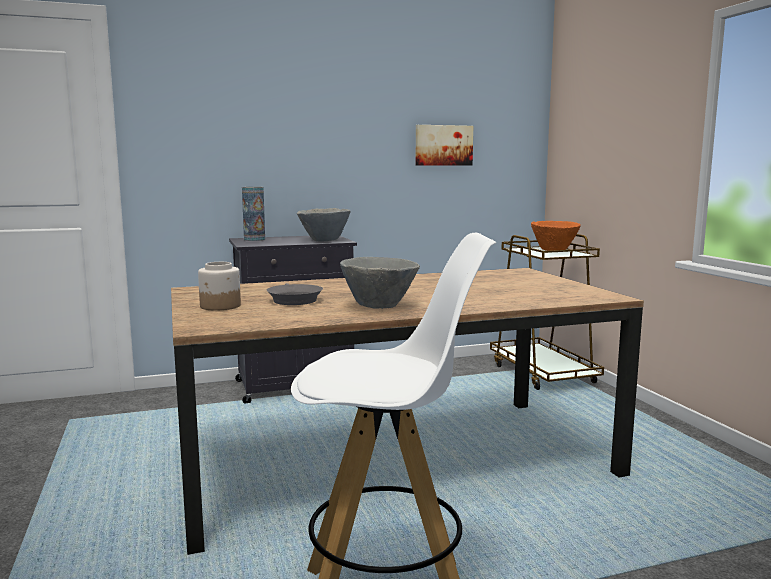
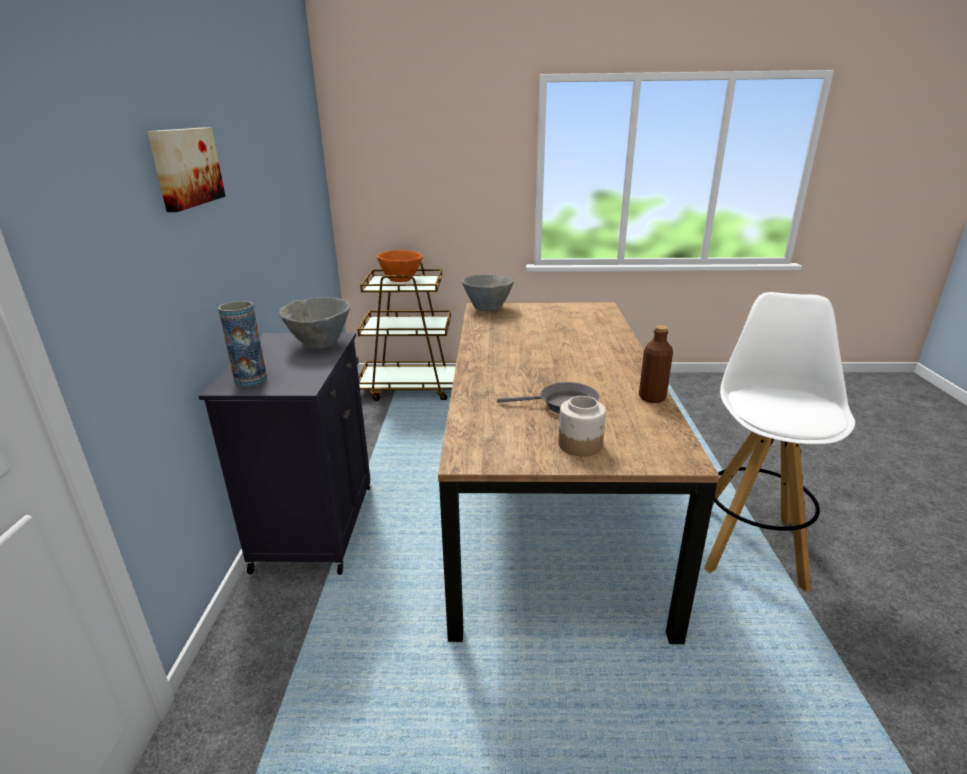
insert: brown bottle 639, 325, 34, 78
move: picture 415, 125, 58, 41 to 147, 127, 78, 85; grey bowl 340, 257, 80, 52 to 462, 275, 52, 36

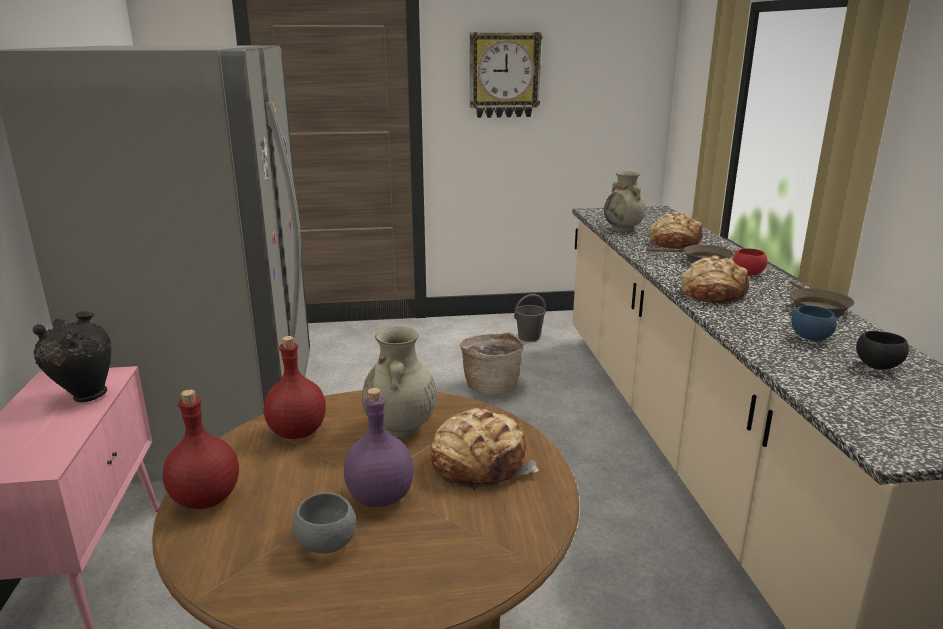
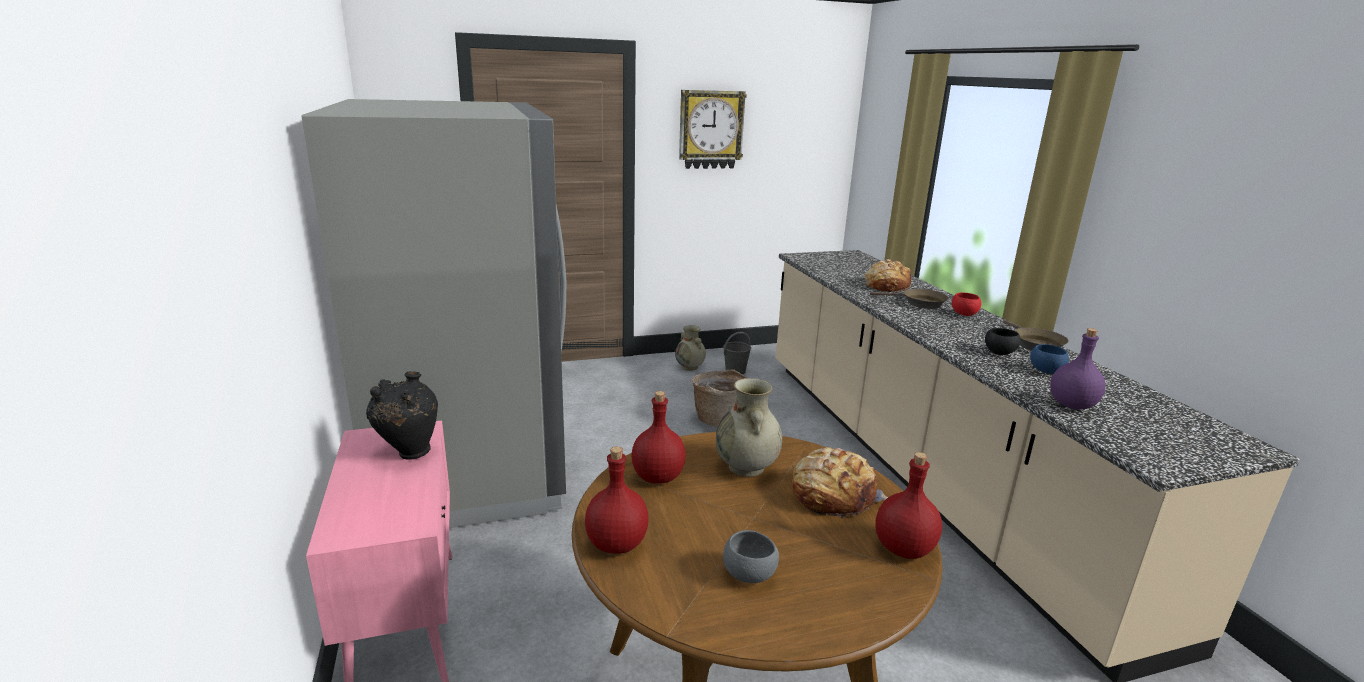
delete: bread 681, 255, 71, 48
insert: red bottle 875, 452, 67, 107
move: beige vase 604, 171, 42, 61 to 675, 325, 31, 46; black bowl 856, 331, 53, 39 to 985, 328, 36, 27; purple bottle 344, 388, 70, 119 to 1050, 328, 56, 82

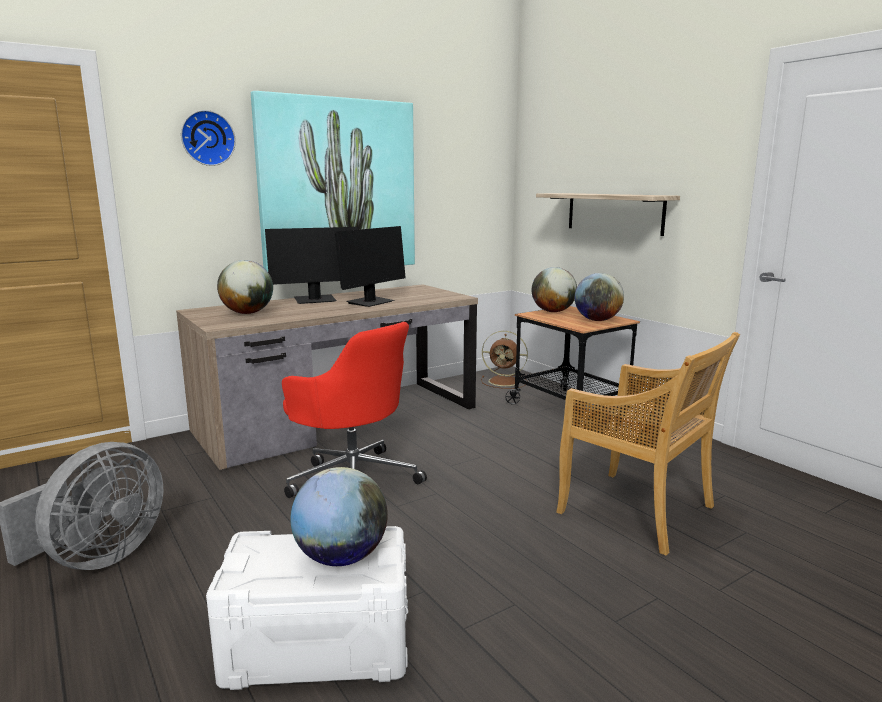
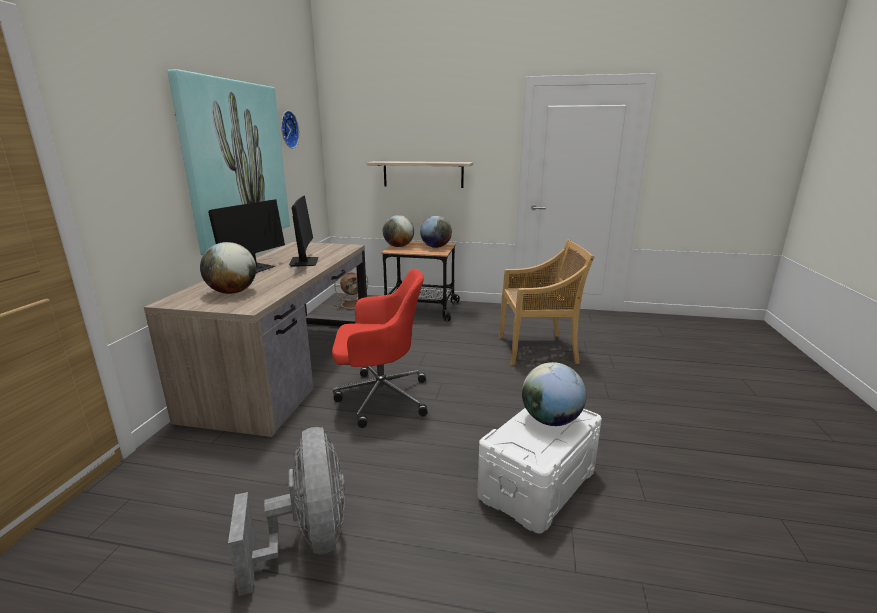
move: wall clock 181, 110, 55, 56 to 281, 111, 18, 38

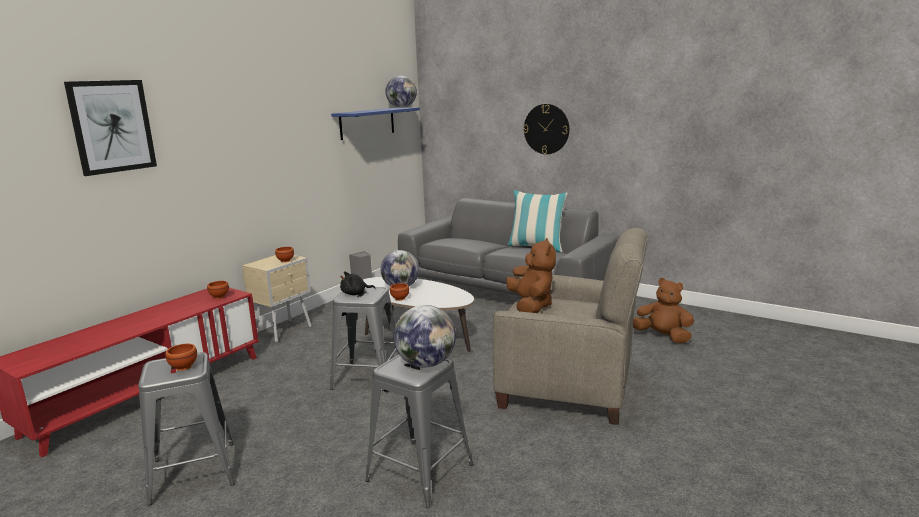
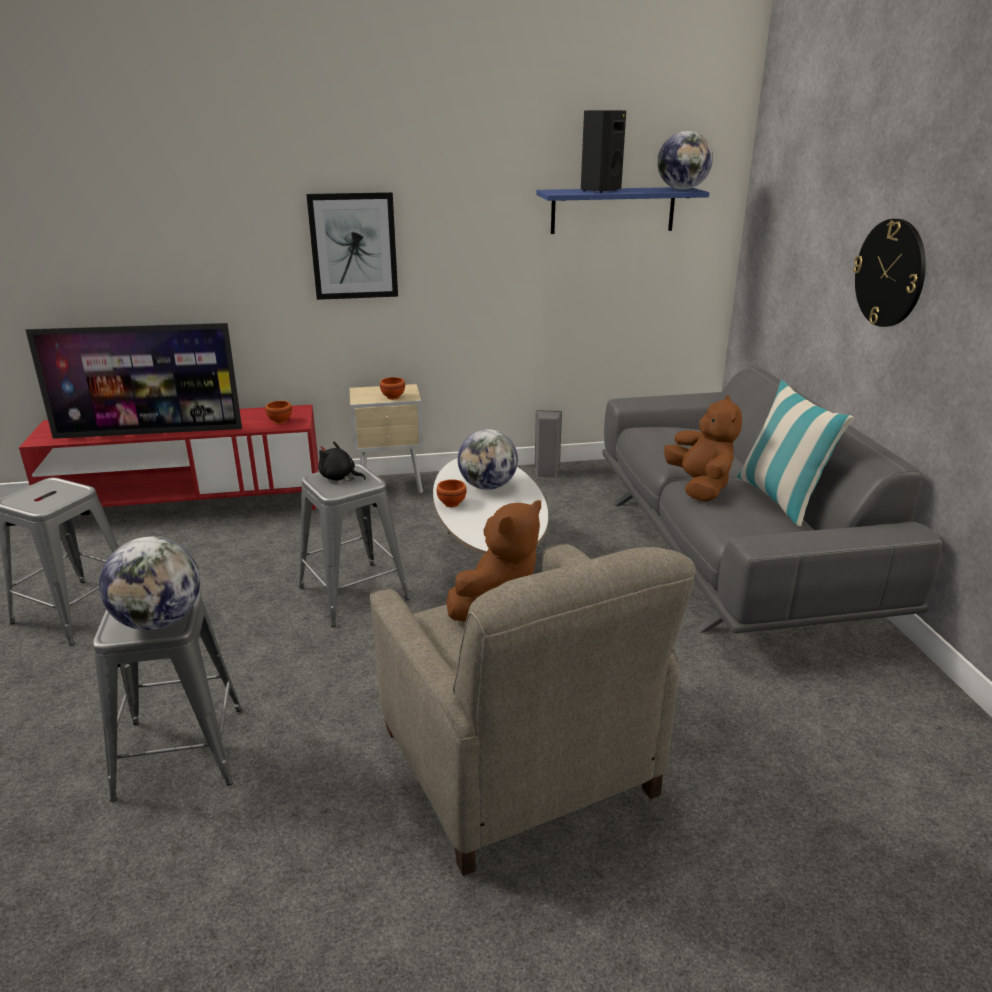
delete: brown bowl 165, 344, 32, 27
insert: television 26, 323, 216, 116; black speaker 581, 110, 45, 83
move: picture 64, 80, 93, 96 to 307, 192, 91, 108; brown plush toy 633, 278, 61, 65 to 664, 395, 78, 107

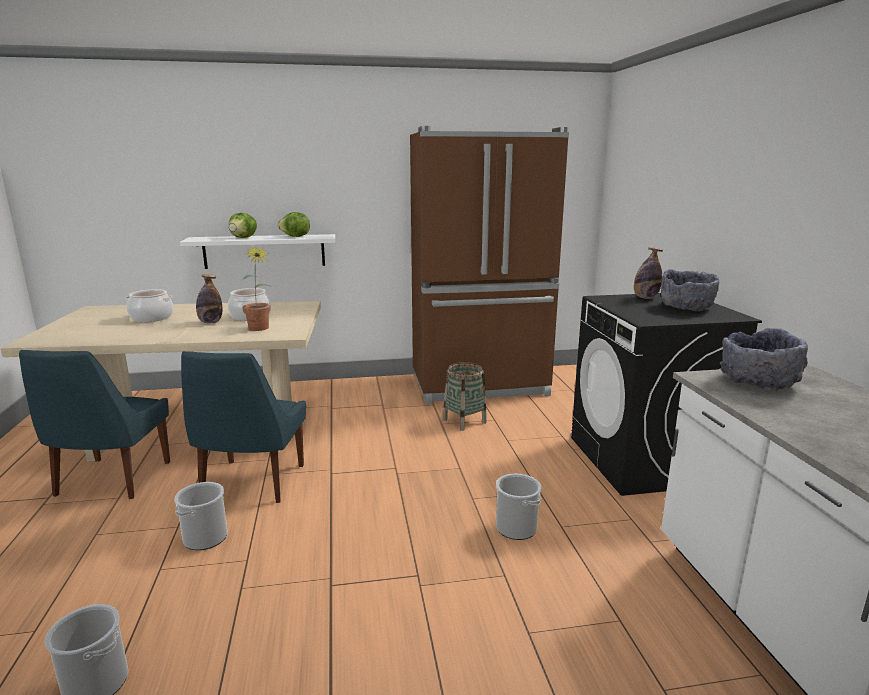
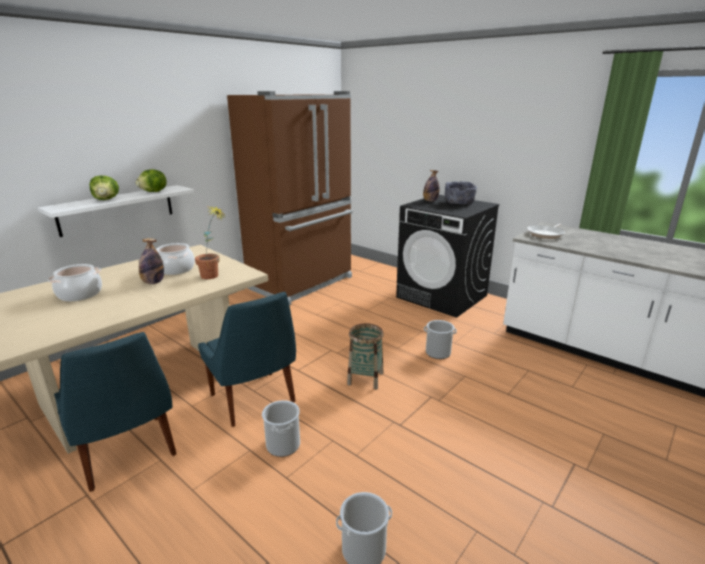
move: basket 443, 362, 44, 69 to 347, 323, 37, 67
replace: grey bowl 720, 328, 88, 63 to frying pan 527, 224, 38, 15

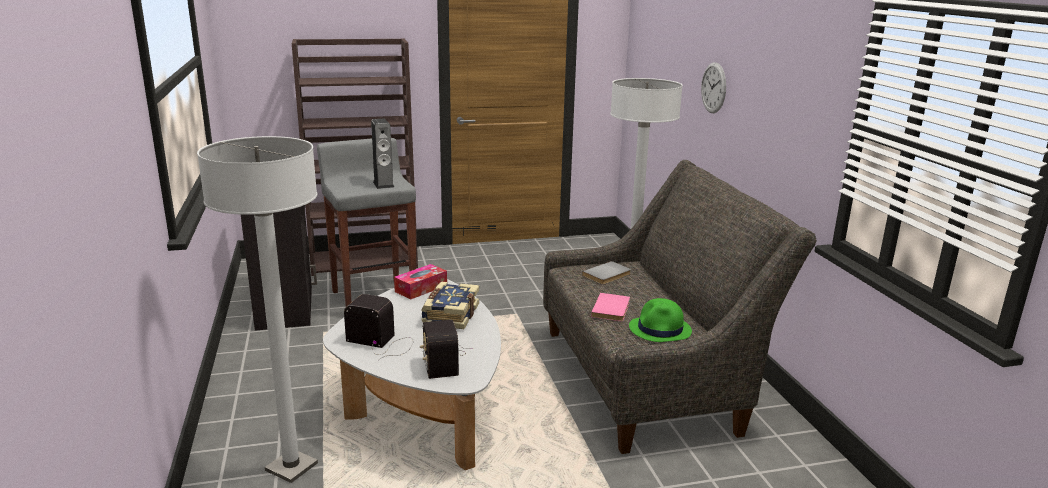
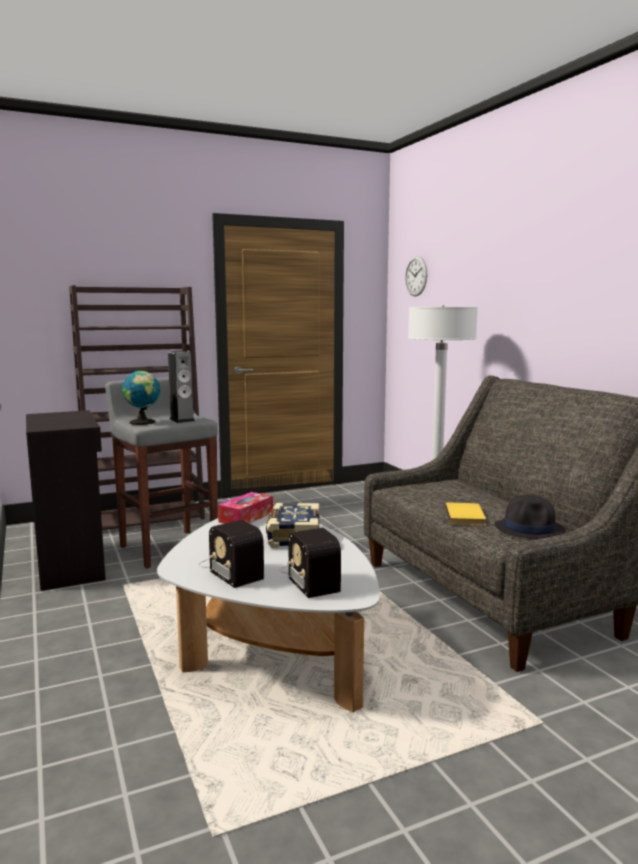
delete: white floor lamp 197, 136, 121, 347; grey book 582, 261, 49, 24
insert: globe 122, 370, 38, 55
move: wall clock 701, 62, 25, 51 to 405, 256, 22, 41
recolor: pink book 591, 293, 39, 28 to yellow book 445, 502, 41, 23; green hat 629, 298, 63, 44 to black hat 495, 495, 70, 44
rotate: radio 344, 294, 69, 66 = 198, 520, 66, 68 135 degrees counterclockwise

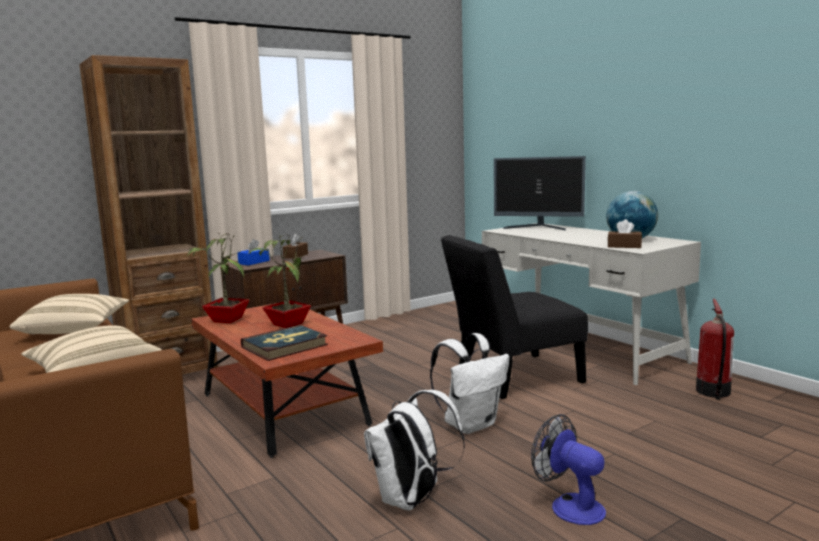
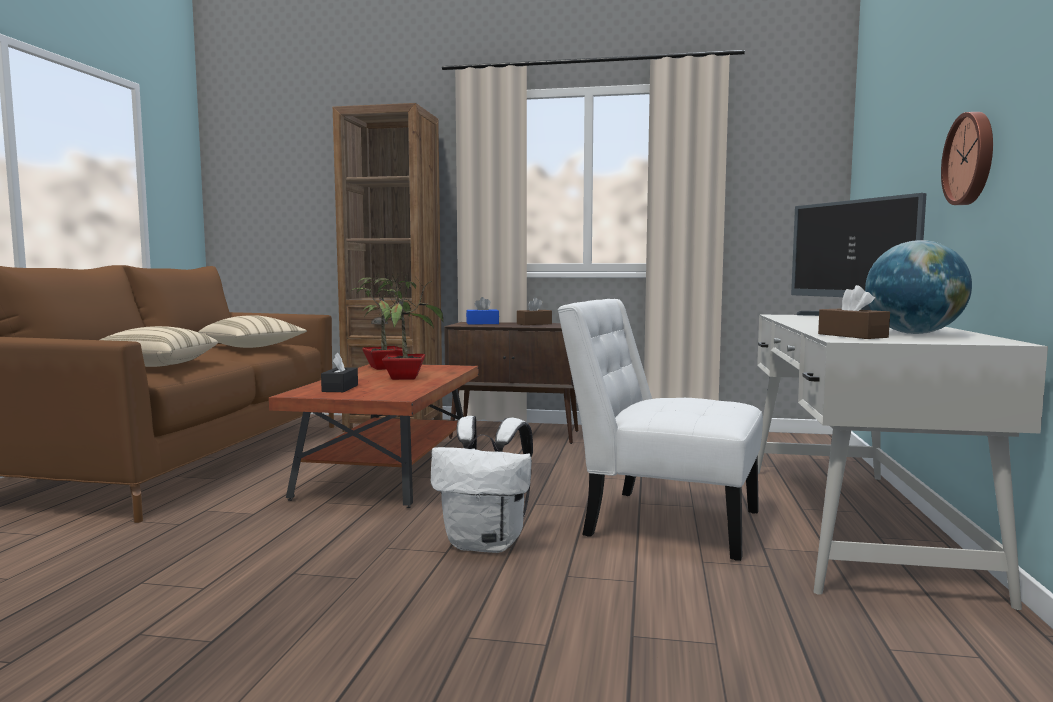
delete: white backpack 364, 390, 101, 121; fan 531, 414, 75, 111; fire extinguisher 696, 299, 38, 101
insert: wall clock 941, 112, 52, 93
replace: book 241, 325, 87, 36 to black tissue box 321, 353, 37, 39
recolor: black chair 441, 235, 147, 164 to white chair 558, 299, 205, 262

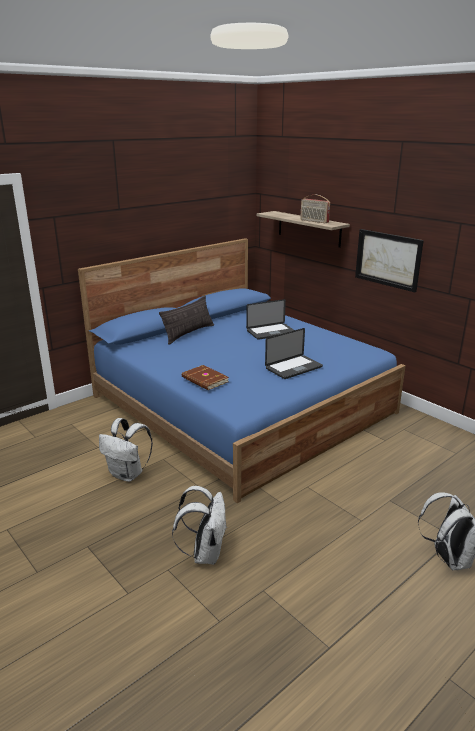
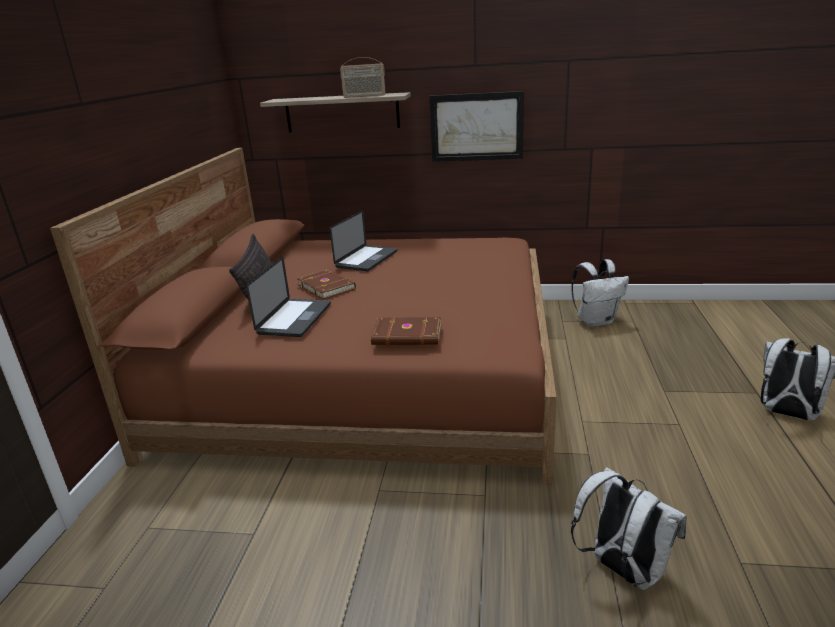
insert: brown book 297, 270, 59, 29
move: laptop 265, 328, 58, 51 to 246, 257, 85, 80; white backpack 99, 418, 54, 64 to 571, 259, 58, 68
recolor: blue bed 78, 238, 327, 265 to brown bed 50, 148, 507, 337

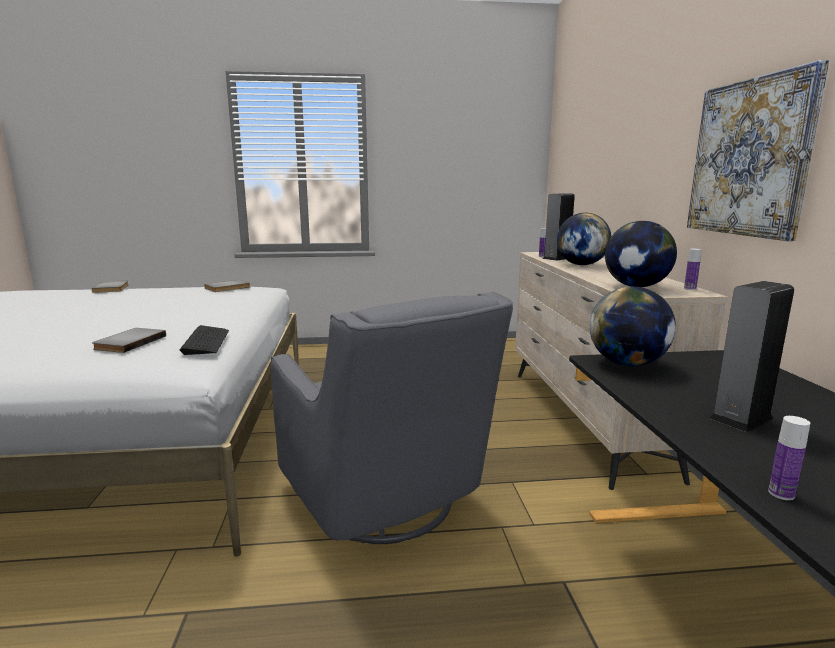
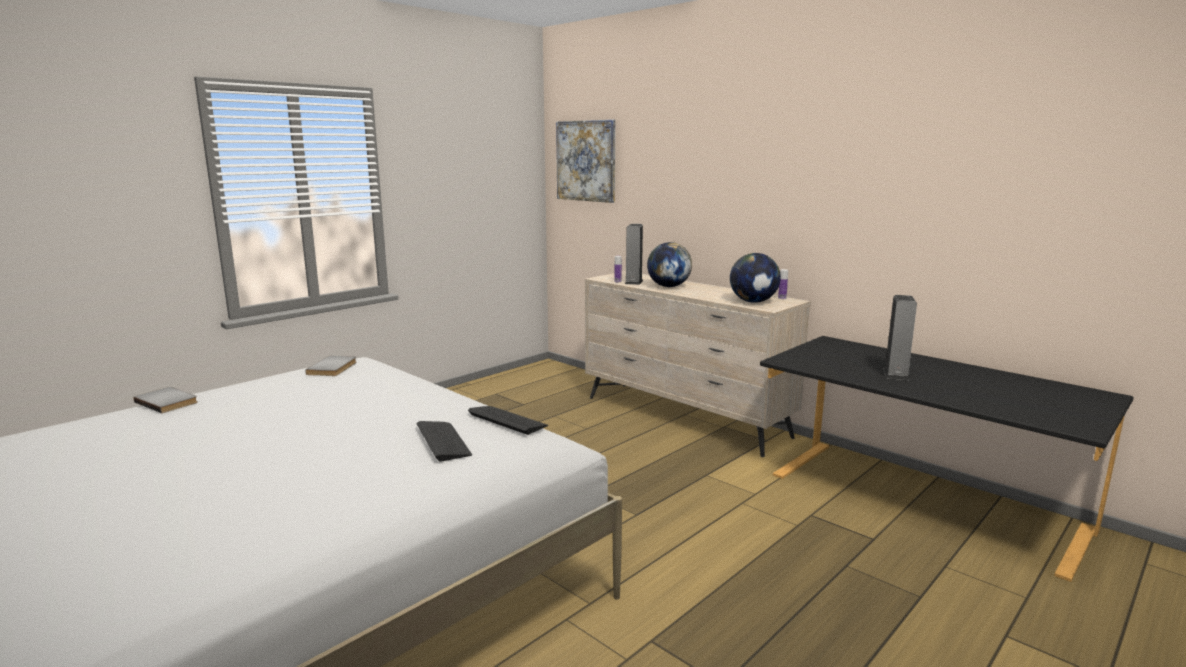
delete: grey armchair 271, 292, 242, 252; globe 589, 287, 87, 79; bottle 768, 416, 42, 85
move: picture 687, 60, 142, 181 to 556, 120, 59, 83
replace: grey book 92, 328, 74, 25 to keyboard 417, 421, 55, 41

